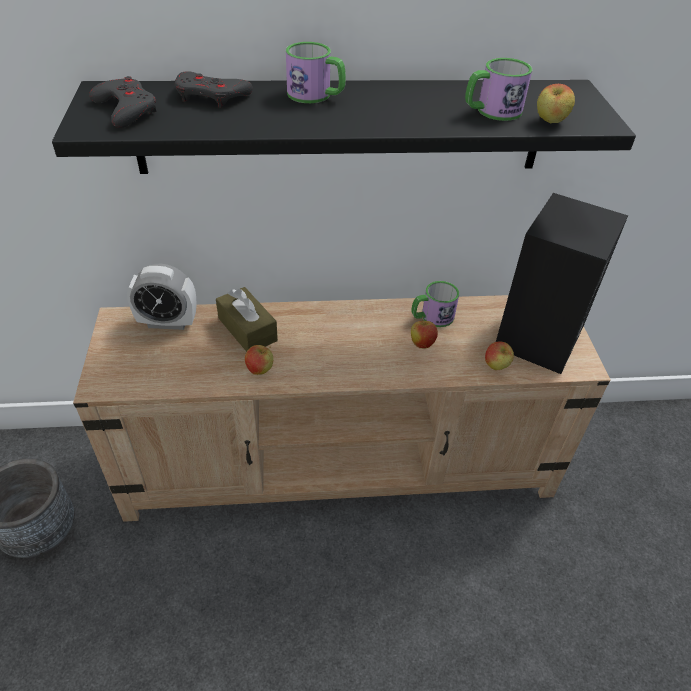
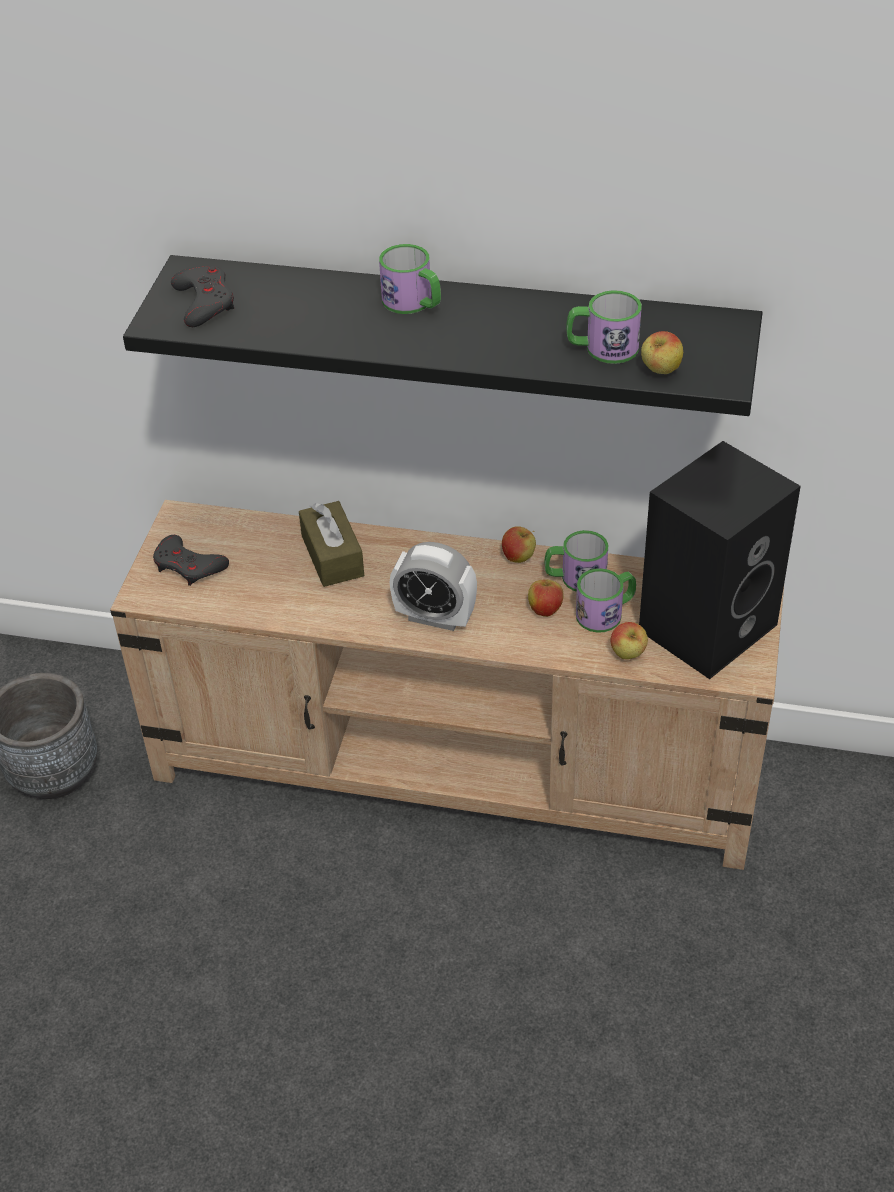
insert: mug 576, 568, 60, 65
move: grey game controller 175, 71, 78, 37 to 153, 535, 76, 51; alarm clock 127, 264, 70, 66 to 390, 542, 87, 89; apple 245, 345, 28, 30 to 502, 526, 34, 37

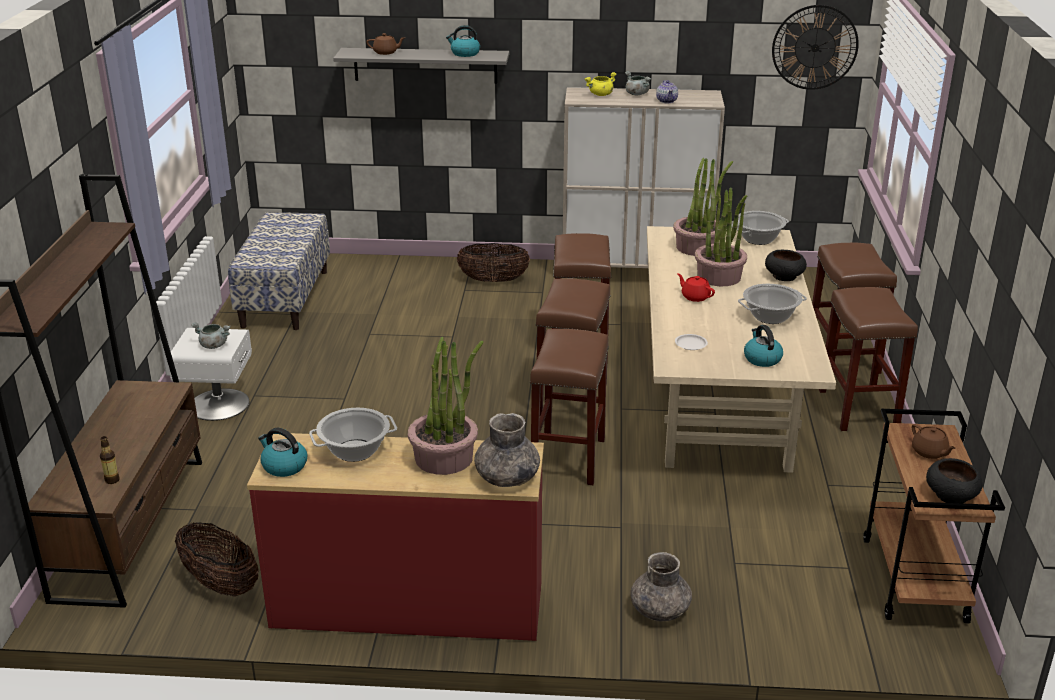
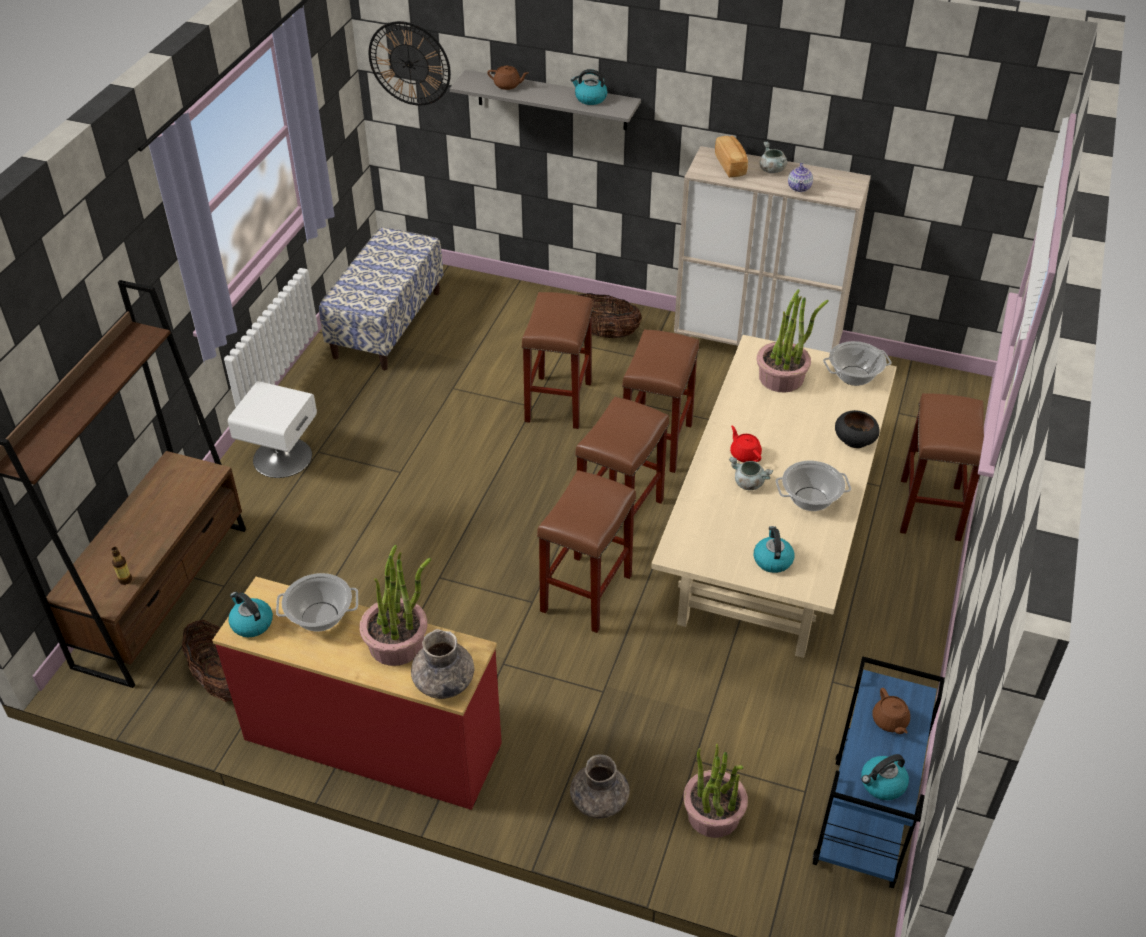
delete: white plate 675, 334, 33, 16
move: wall clock 772, 5, 87, 85 to 369, 21, 82, 85; brown stool 819, 287, 99, 144 to 521, 292, 72, 137; potted plant 695, 188, 52, 98 to 683, 744, 65, 94; grey cooking pot 191, 322, 40, 27 to 729, 457, 44, 33
replace: yellow cooking pot 585, 72, 31, 24 to bread 715, 136, 33, 42; black bowl 926, 458, 57, 46 to kettle 861, 754, 48, 46
recolor: brown cart 863, 409, 142, 214 to blue cart 813, 656, 132, 232

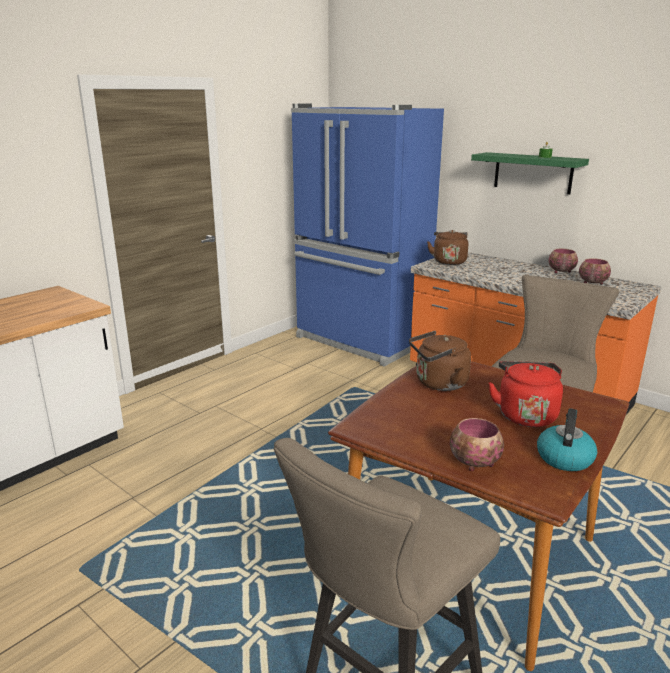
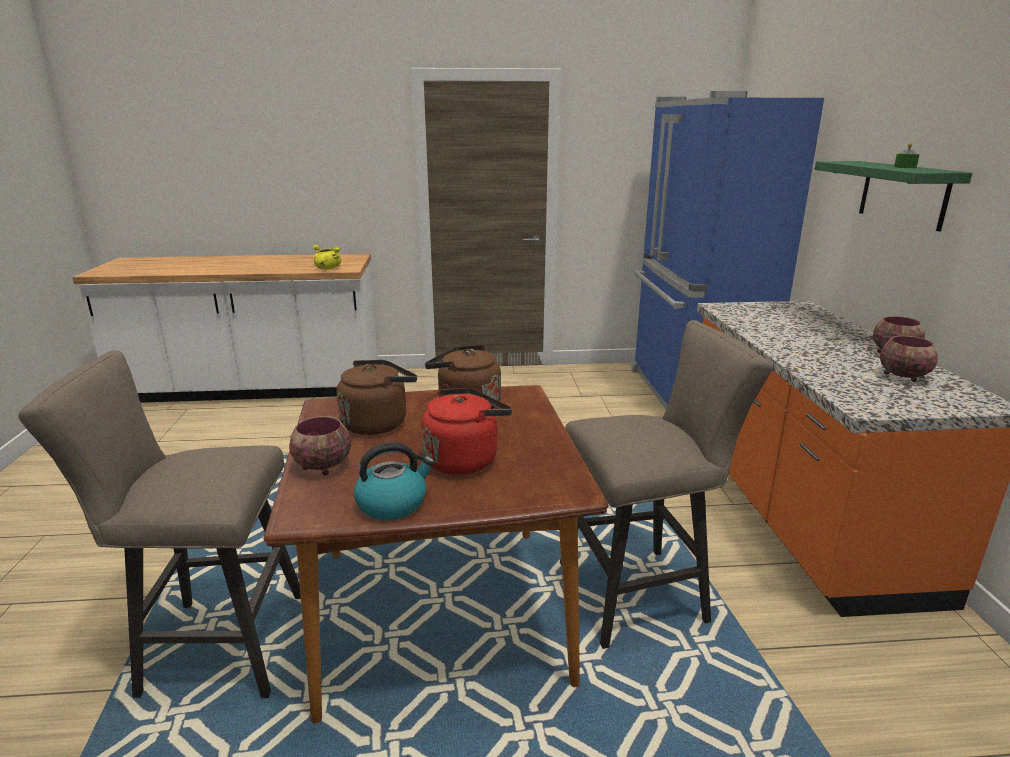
insert: yellow cooking pot 313, 245, 28, 24
move: brown kettle 427, 230, 41, 35 to 337, 360, 80, 75

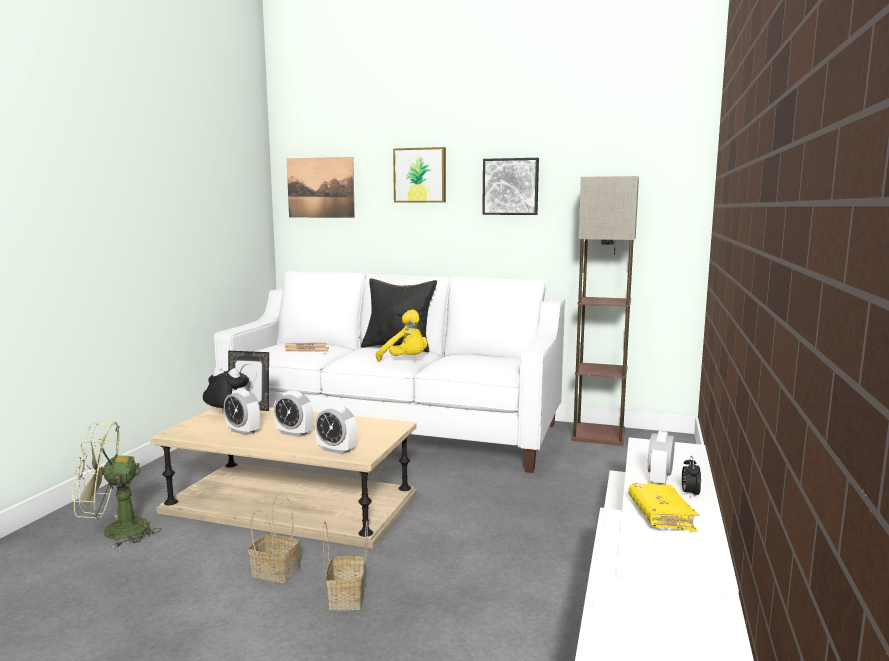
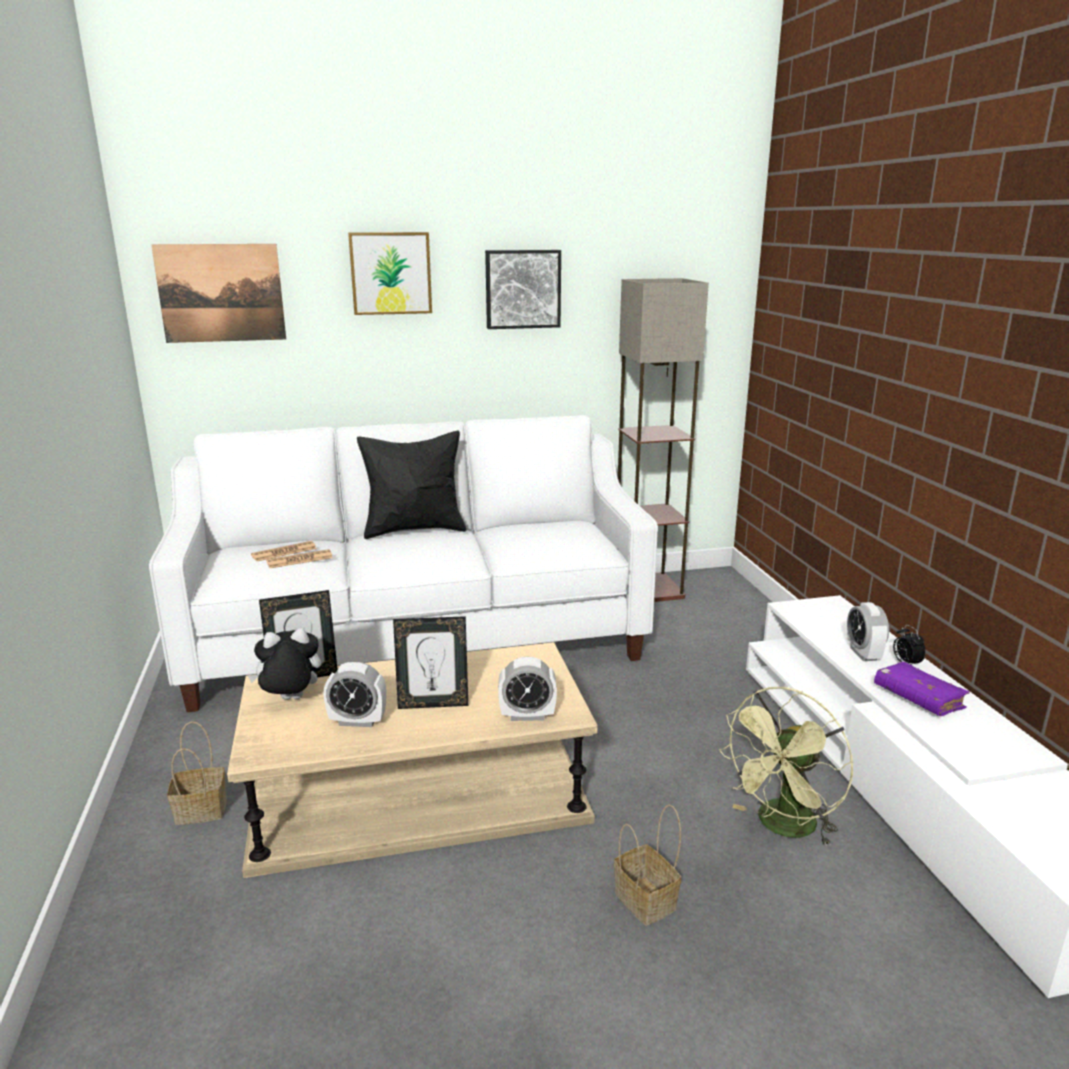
delete: yellow plush toy 376, 309, 52, 52
move: basket 248, 493, 52, 90 to 167, 722, 60, 103; green fan 72, 422, 89, 126 to 719, 687, 135, 160
replace: alarm clock 274, 390, 39, 47 to picture frame 393, 616, 75, 93
recolor: yellow book 628, 483, 71, 48 to purple book 874, 662, 96, 54

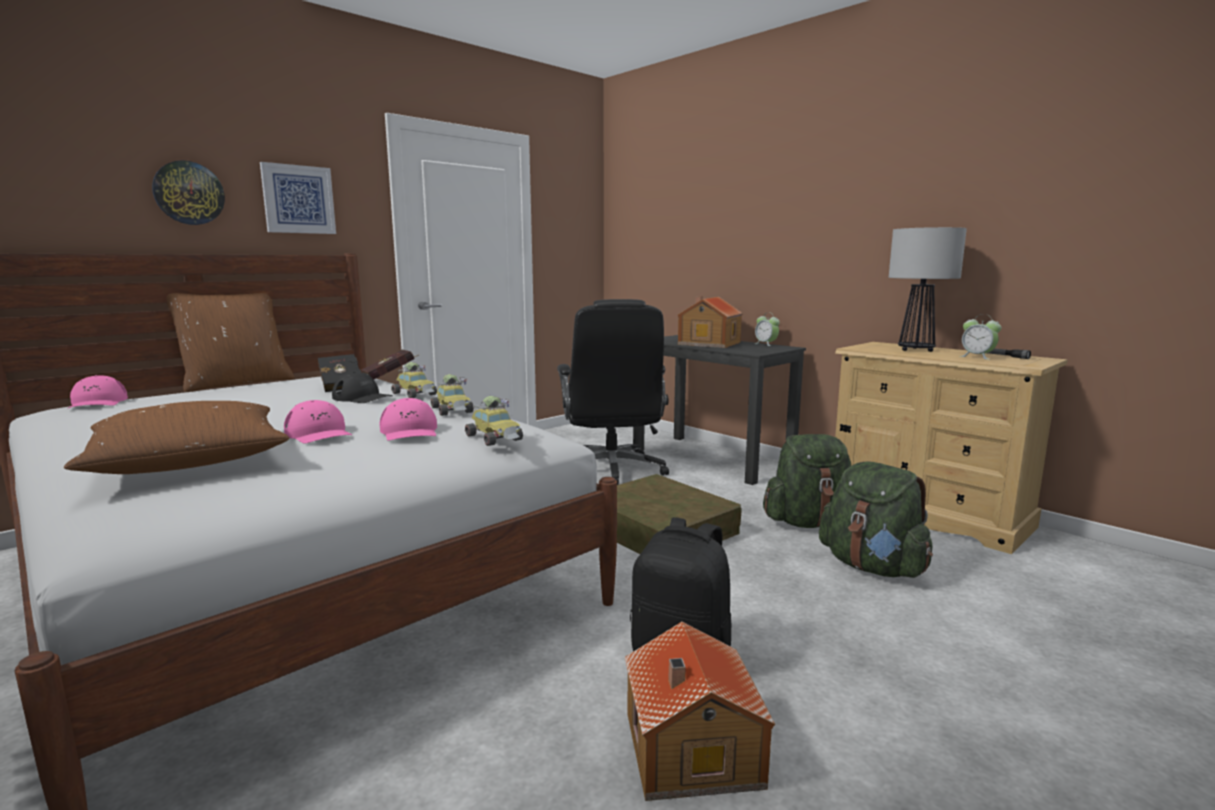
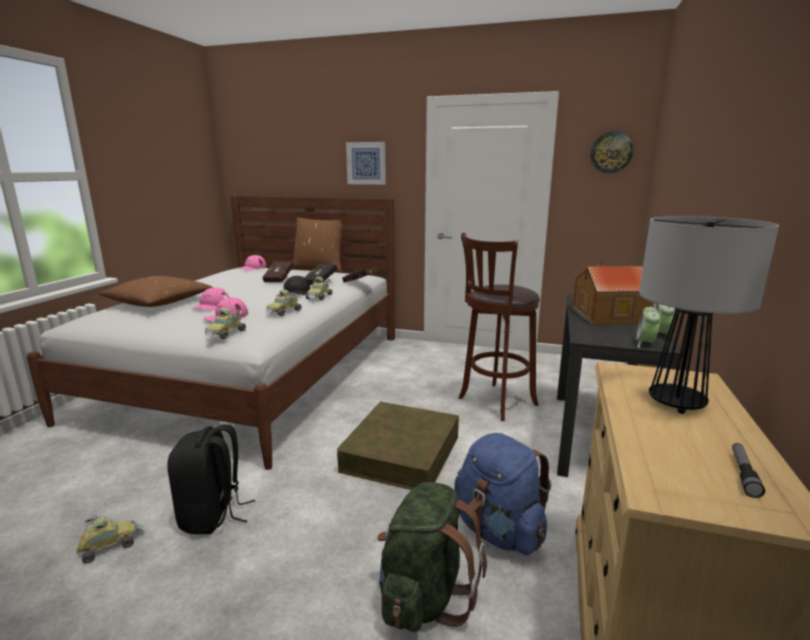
insert: red book 262, 261, 32, 21
move: wall clock 152, 160, 73, 65 to 590, 132, 43, 41; alarm clock 960, 314, 42, 46 to 636, 304, 24, 44
replace: toy house 625, 622, 150, 179 to toy car 76, 515, 68, 49; black office chair 557, 299, 112, 186 to brown stool 459, 232, 81, 189
recolor: green backpack 763, 434, 88, 94 to blue backpack 454, 433, 98, 122

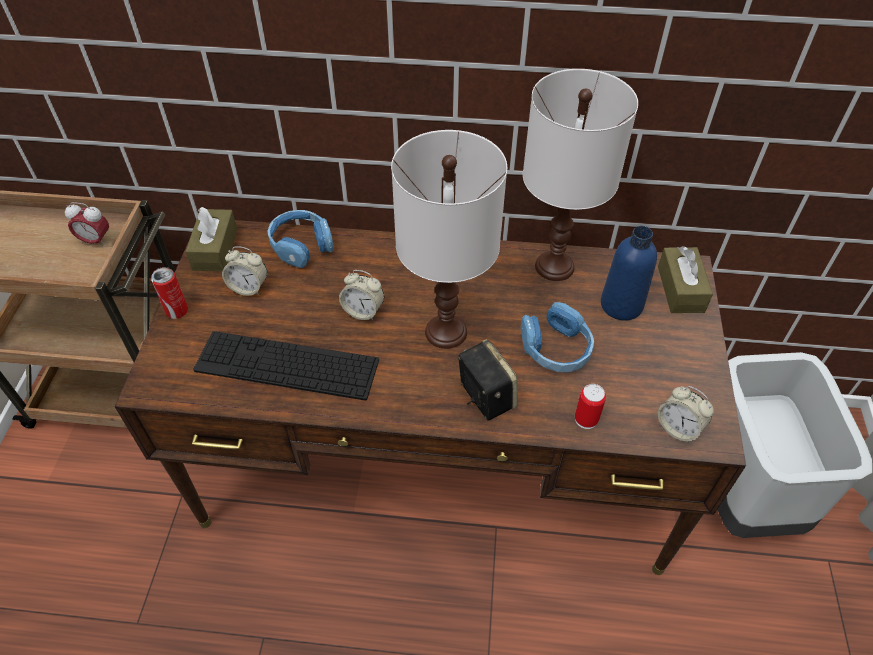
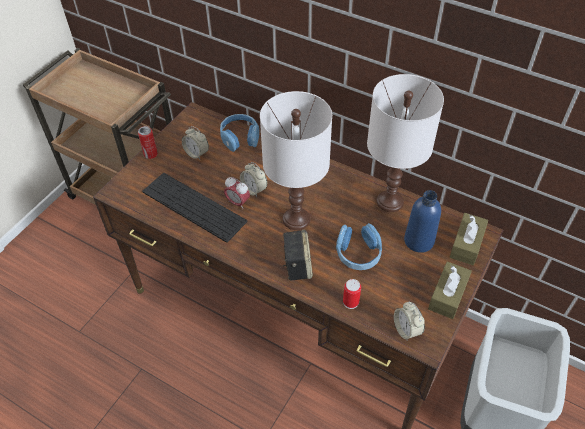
move: alarm clock 65, 202, 44, 45 to 224, 177, 26, 32; brown tissue box 185, 207, 52, 64 to 428, 261, 44, 58

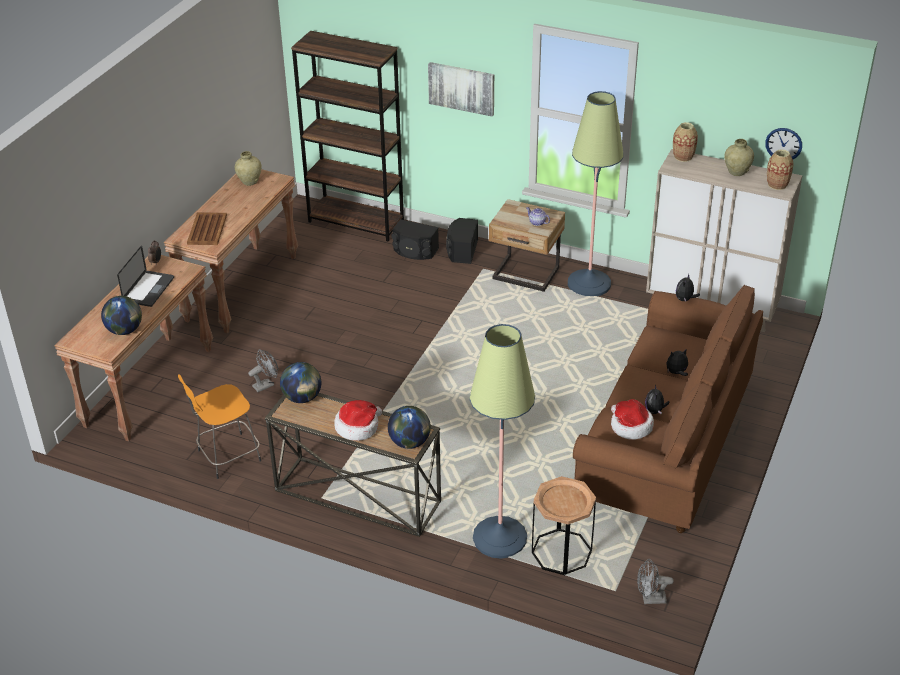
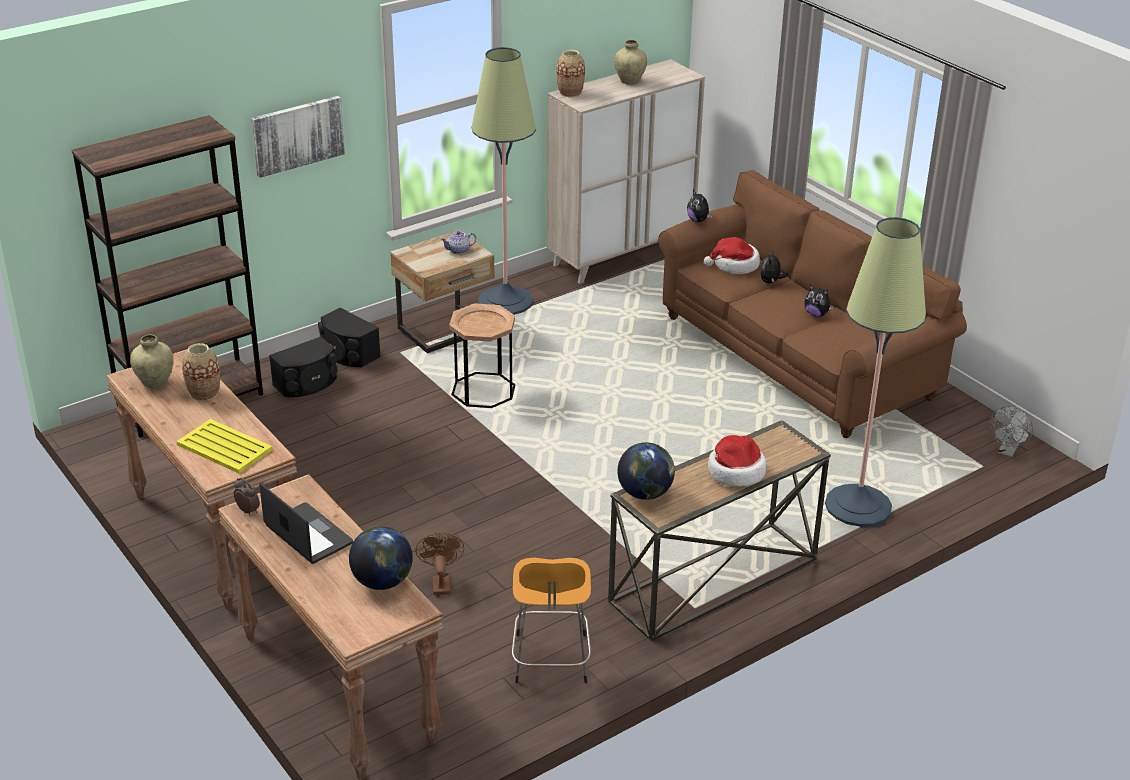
delete: globe 388, 406, 43, 43; wall clock 765, 128, 37, 31
move: vase 767, 149, 26, 41 to 182, 343, 38, 58; brown side table 532, 476, 64, 99 to 449, 303, 67, 105; hat 611, 399, 43, 41 to 704, 237, 56, 37
recolor: brown tray 187, 212, 40, 33 to yellow tray 176, 419, 96, 54; grey fan 248, 349, 30, 43 to brown fan 415, 532, 50, 63

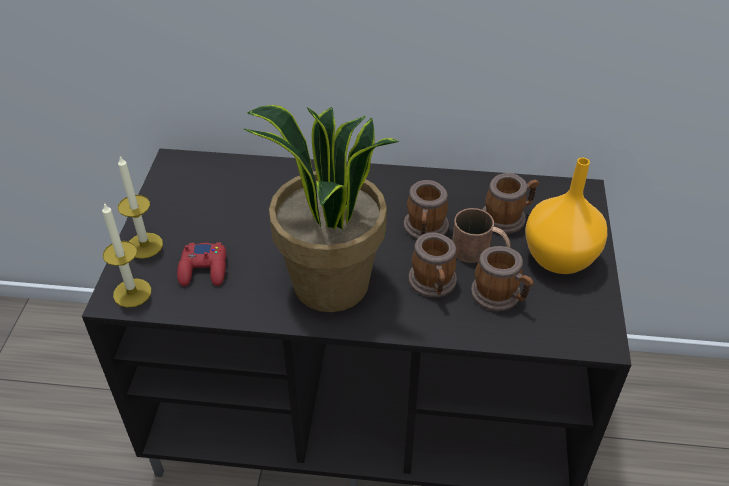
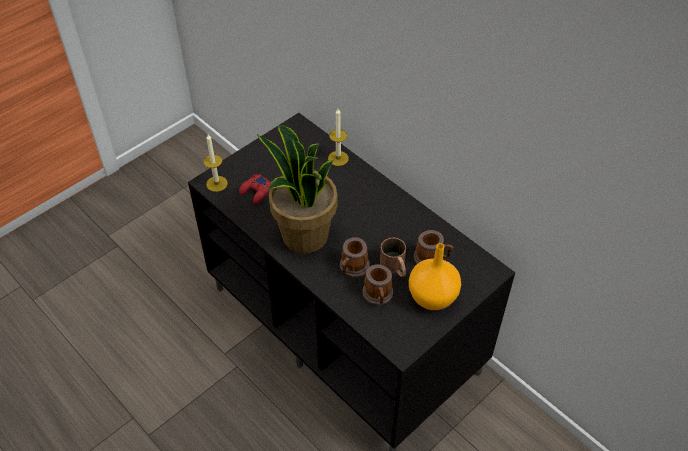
delete: mug 404, 180, 45, 59
move: candle 118, 156, 45, 103 to 328, 109, 21, 57

